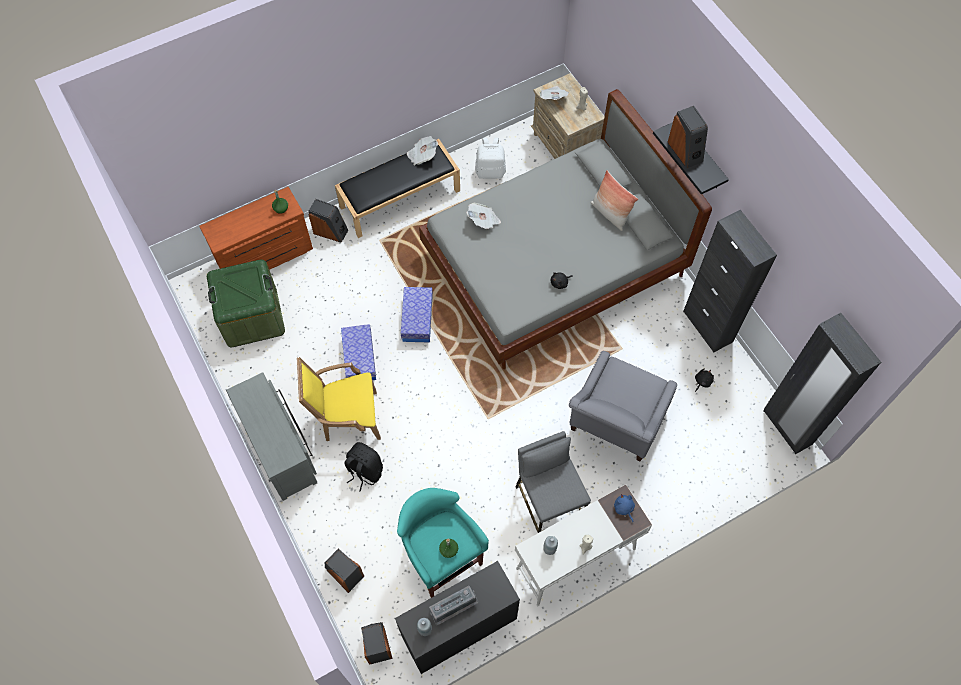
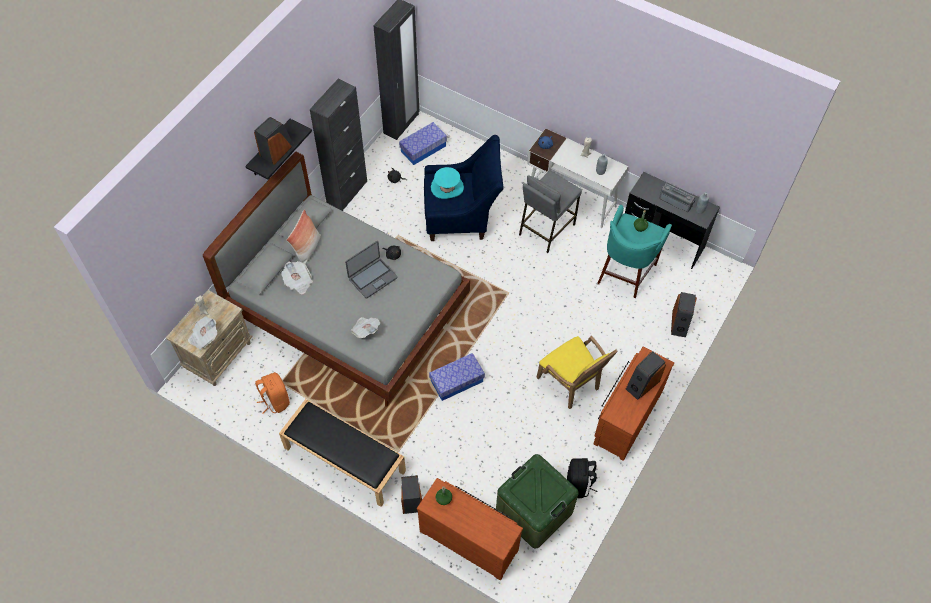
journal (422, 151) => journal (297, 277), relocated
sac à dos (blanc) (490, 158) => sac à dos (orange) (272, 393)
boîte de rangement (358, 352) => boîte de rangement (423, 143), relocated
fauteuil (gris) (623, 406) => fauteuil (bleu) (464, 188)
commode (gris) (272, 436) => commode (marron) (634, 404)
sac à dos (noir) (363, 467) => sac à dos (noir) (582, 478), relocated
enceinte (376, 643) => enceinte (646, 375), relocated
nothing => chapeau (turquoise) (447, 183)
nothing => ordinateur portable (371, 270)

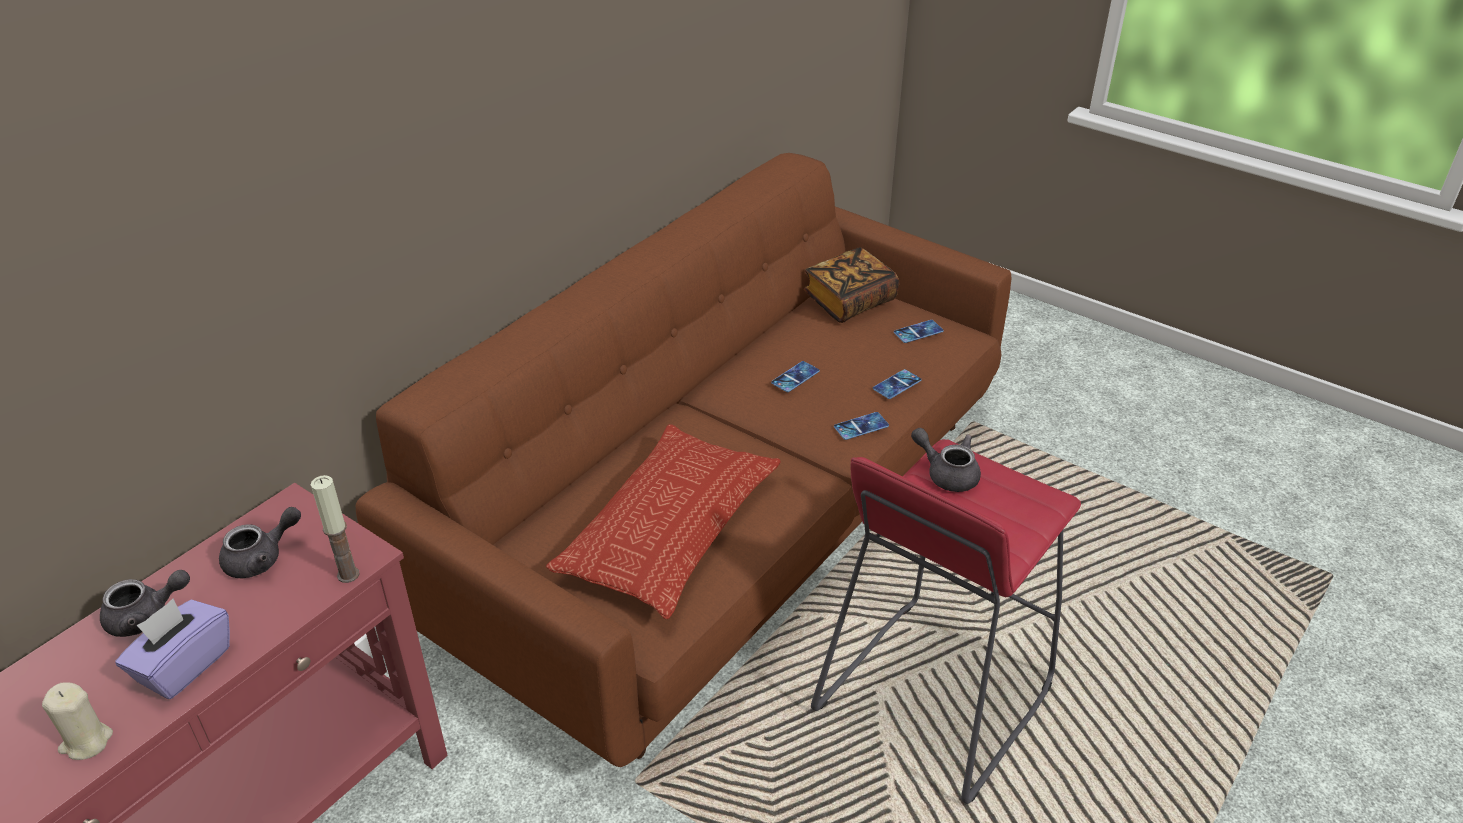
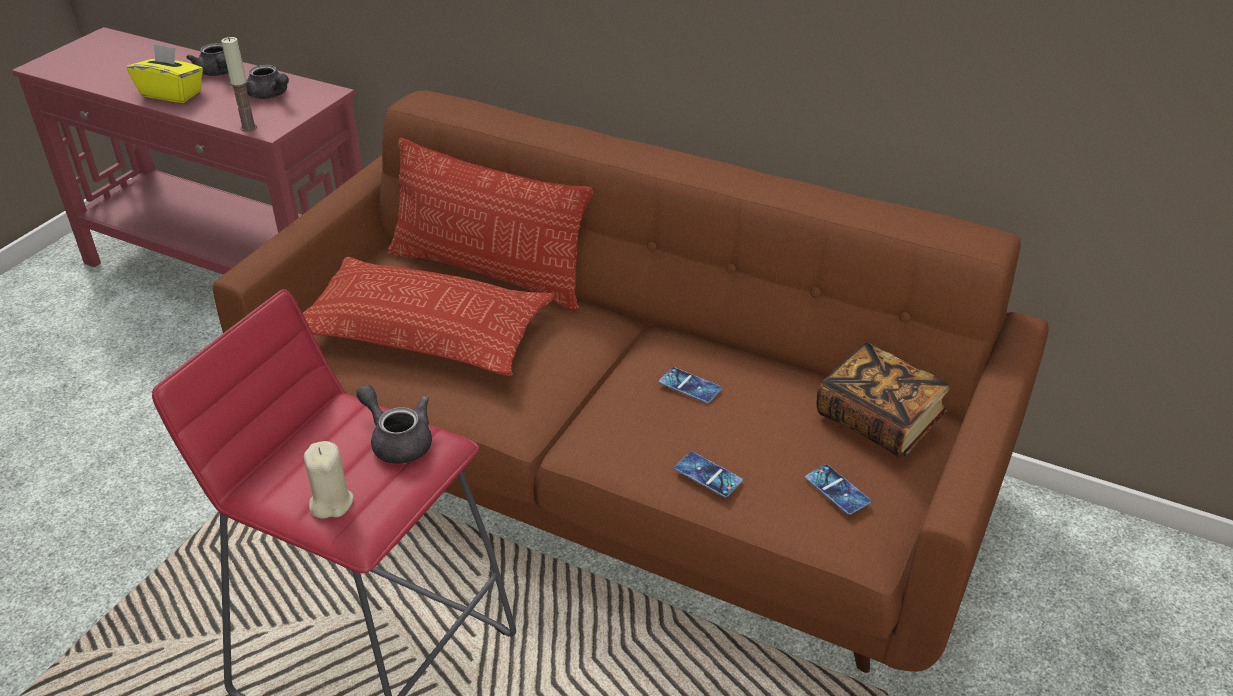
téléphone (861, 426) => nothing
théière (gris) (946, 460) => théière (gris) (394, 424), 75 degrees counterclockwise
boîte à mouchoirs (violet) (172, 649) => boîte à mouchoirs (jaune) (165, 73)
bougie (beige) (77, 721) => bougie (beige) (329, 480), relocated
nothing => coussin (490, 224)

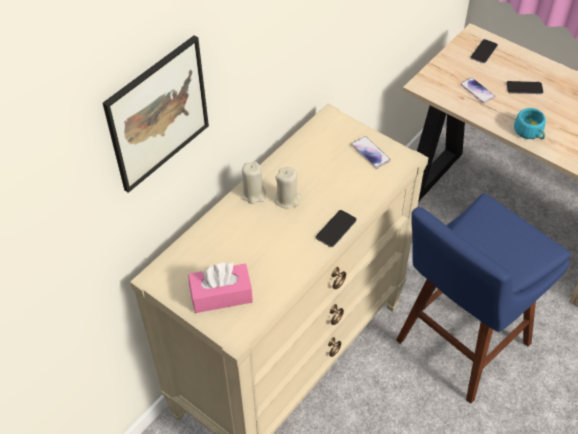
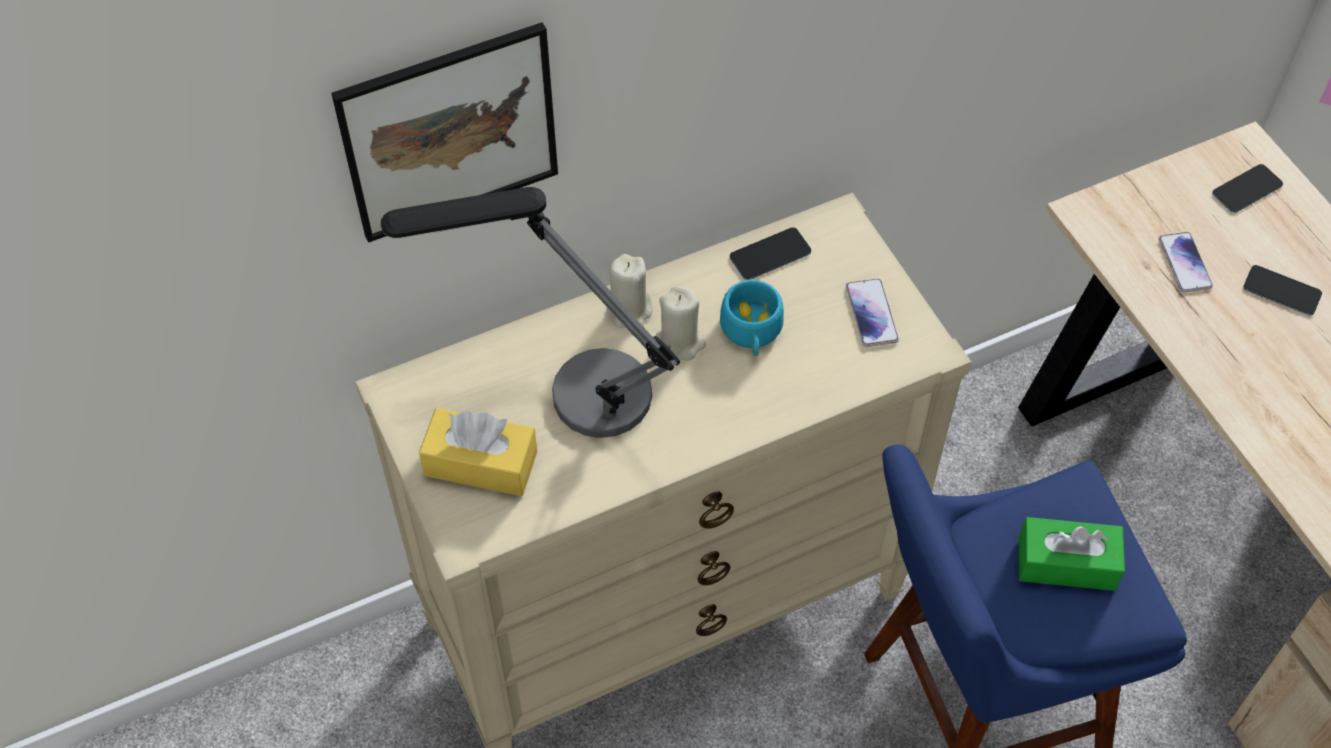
tasse (turquoise) (530, 124) => tasse (turquoise) (752, 318), relocated
téléphone (336, 228) => téléphone (770, 253), relocated
boîte à mouchoirs (rose) (220, 288) => boîte à mouchoirs (jaune) (478, 452)
nothing => lampe de table (530, 312)
nothing => boîte à mouchoirs (vert) (1072, 554)

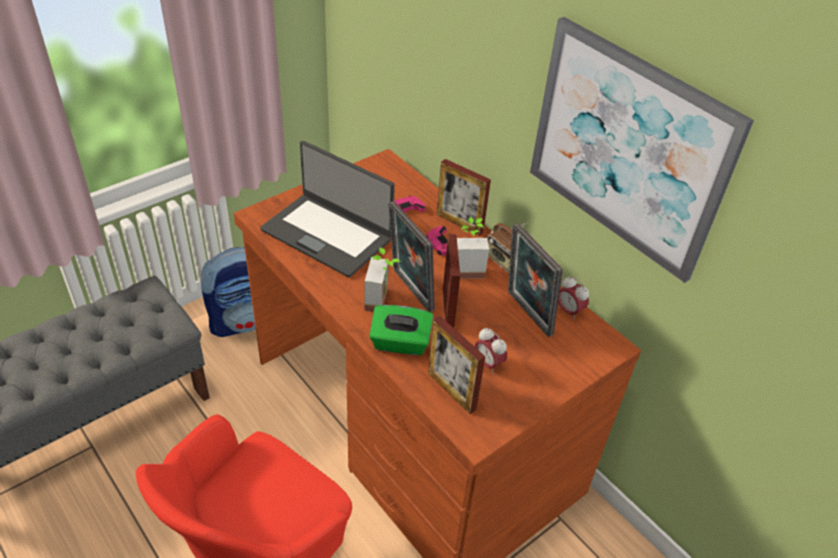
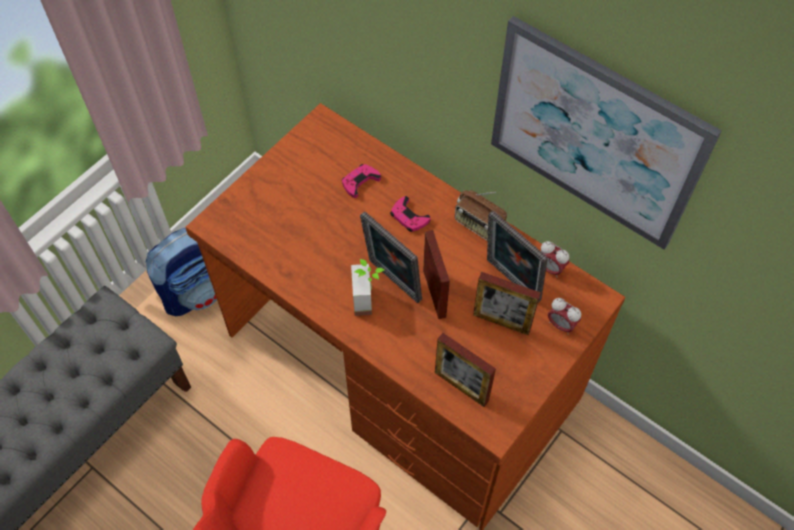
ordinateur portable (327, 209) => nothing
cadre photo (464, 197) => cadre photo (507, 303), relocated
plante en pot (473, 248) => nothing
boîte à mouchoirs (vert) (401, 330) => nothing
réveil (491, 351) => réveil (564, 316), relocated

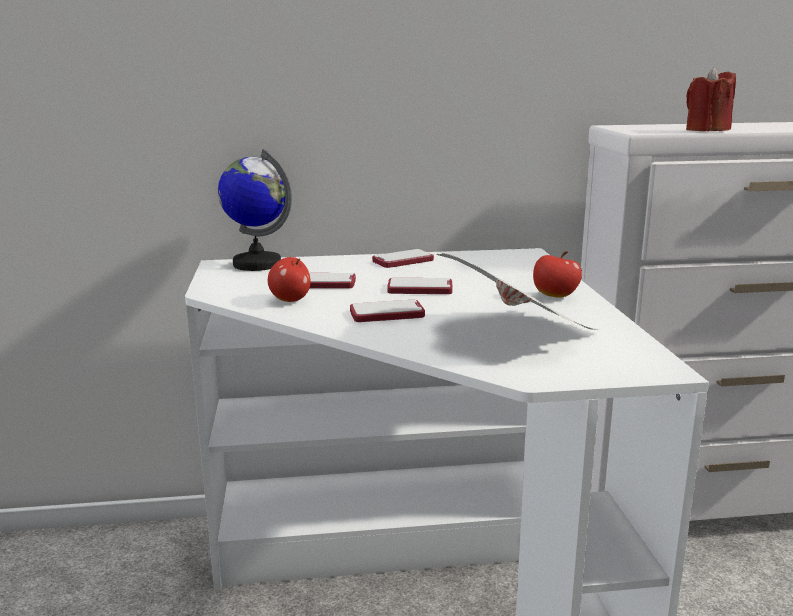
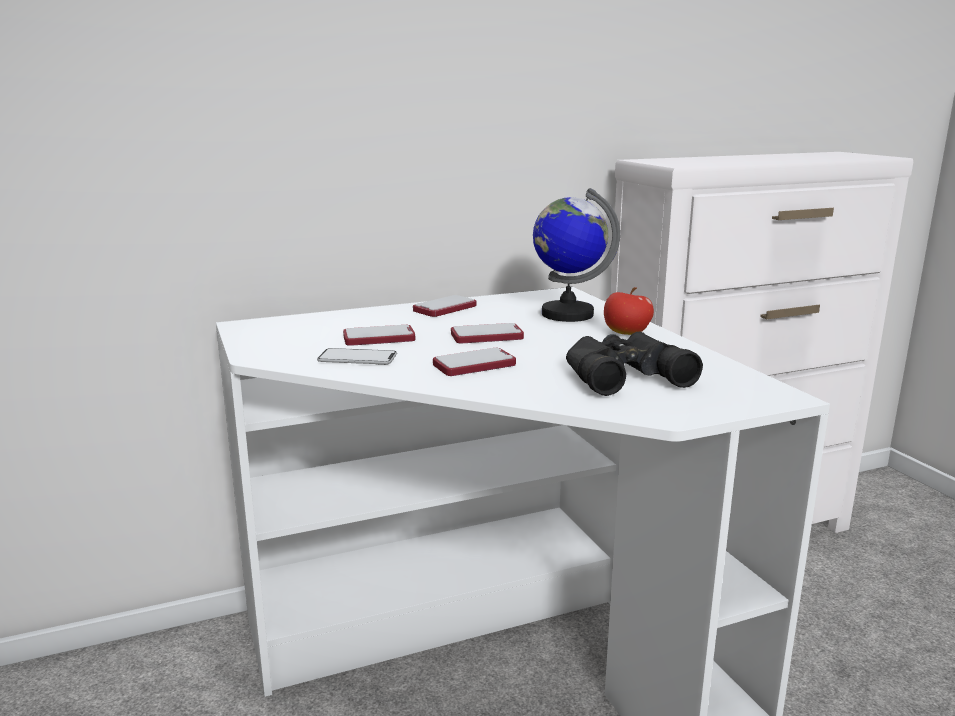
bougie (rouge) (711, 99) => nothing
globe (255, 210) => globe (576, 255), relocated
journal (518, 291) => jumelles (noir) (634, 363)
pomme (289, 279) => téléphone (357, 356)

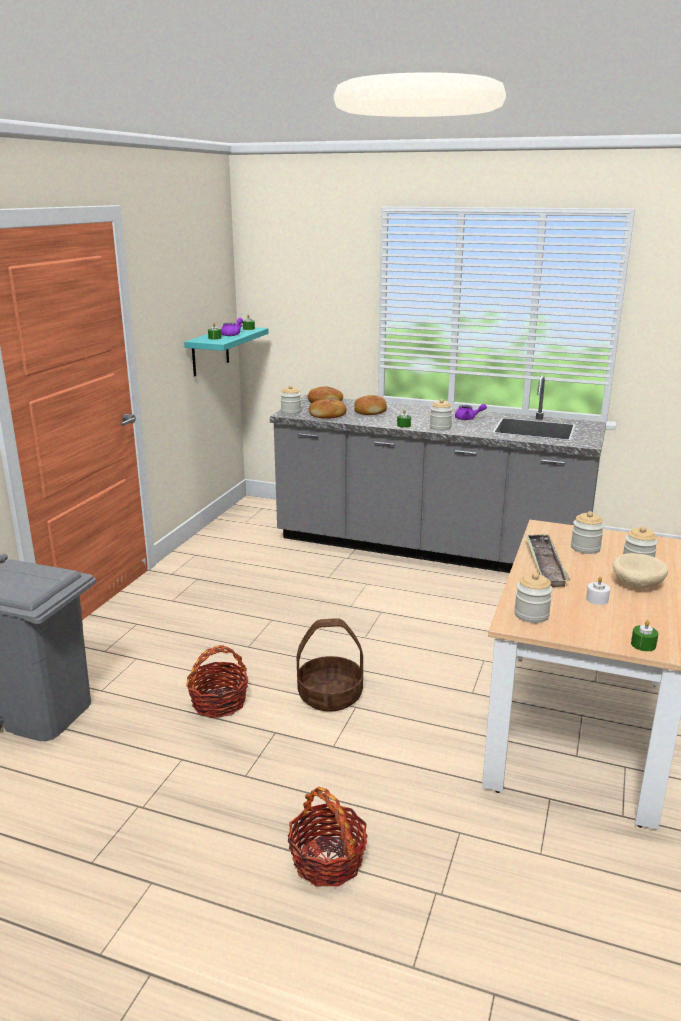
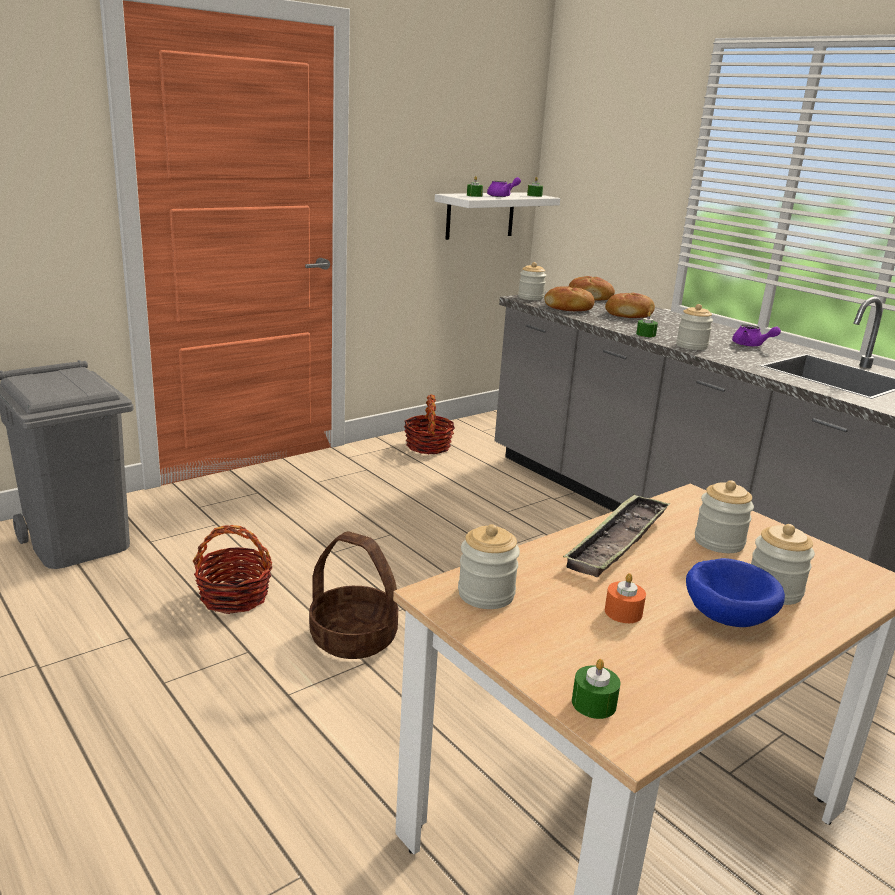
étagère (turquoise) (226, 351) => étagère (blanc) (497, 216)
bol (beige) (640, 571) => bol (bleu) (735, 592)
bougie (blanc) (598, 591) => bougie (orange) (625, 598)
panier (328, 837) => panier (429, 424), relocated

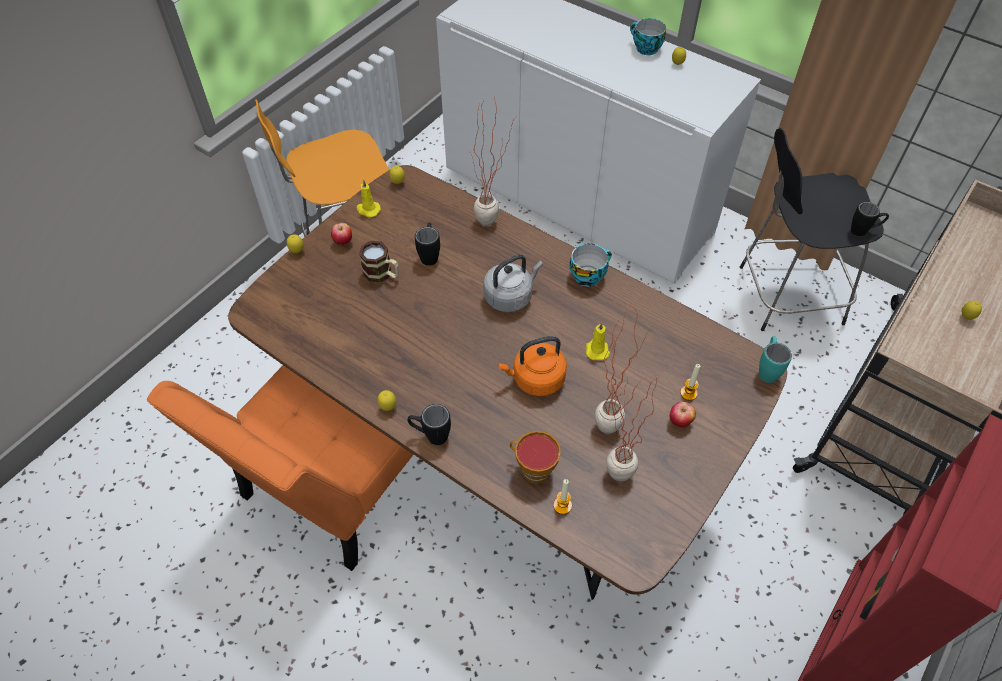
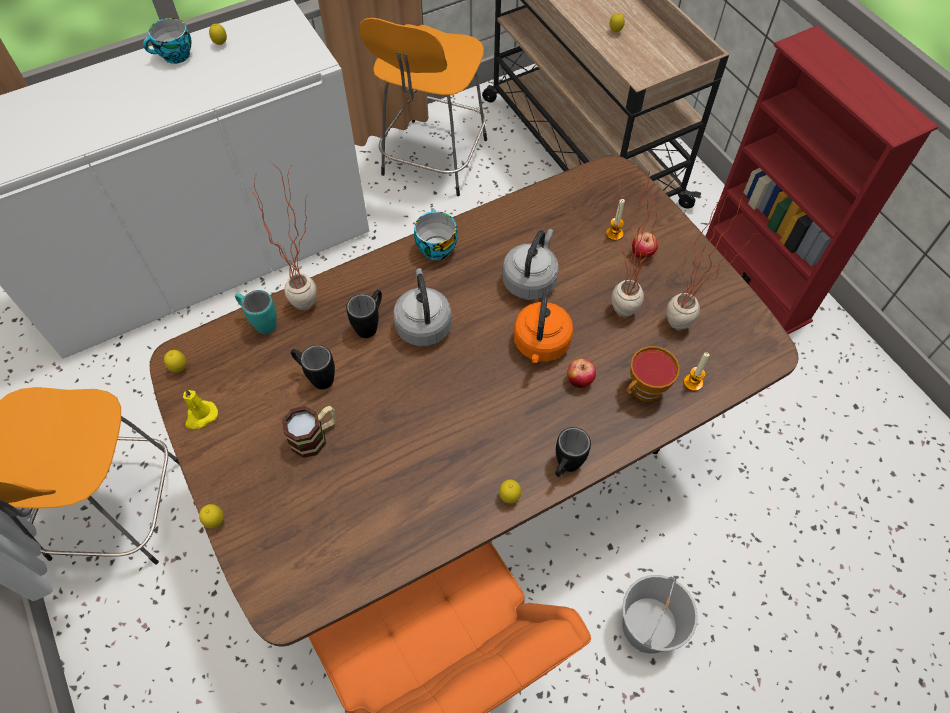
tabouret (noir) (812, 229) => tabouret (orange) (423, 107)
mug (noir) (870, 219) => mug (noir) (364, 314), relocated
pomme (341, 234) => pomme (581, 373), relocated
bougie (jaune) (598, 341) => bouilloire (gris) (530, 264)
mug (turquoise) (775, 359) => mug (turquoise) (256, 312), relocated
nothing => seau (blanc) (660, 614)

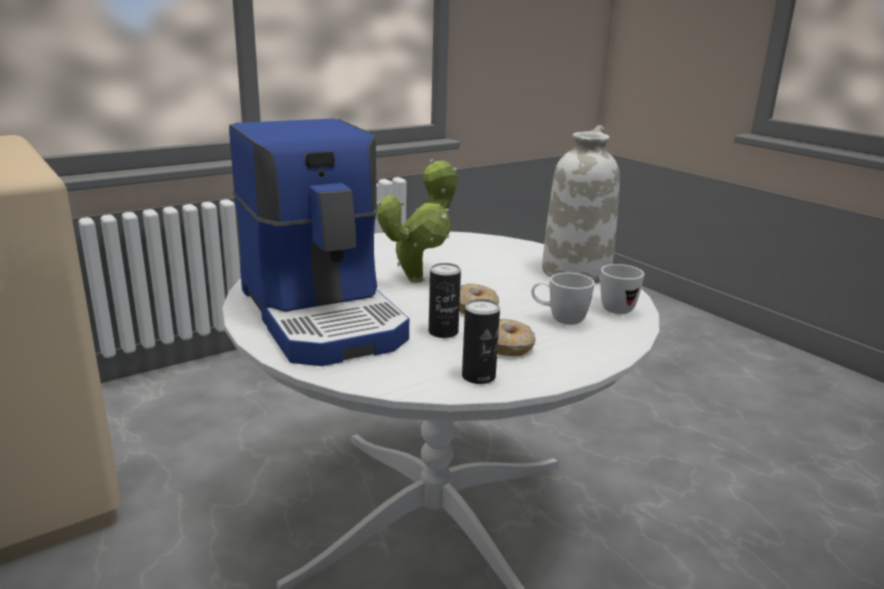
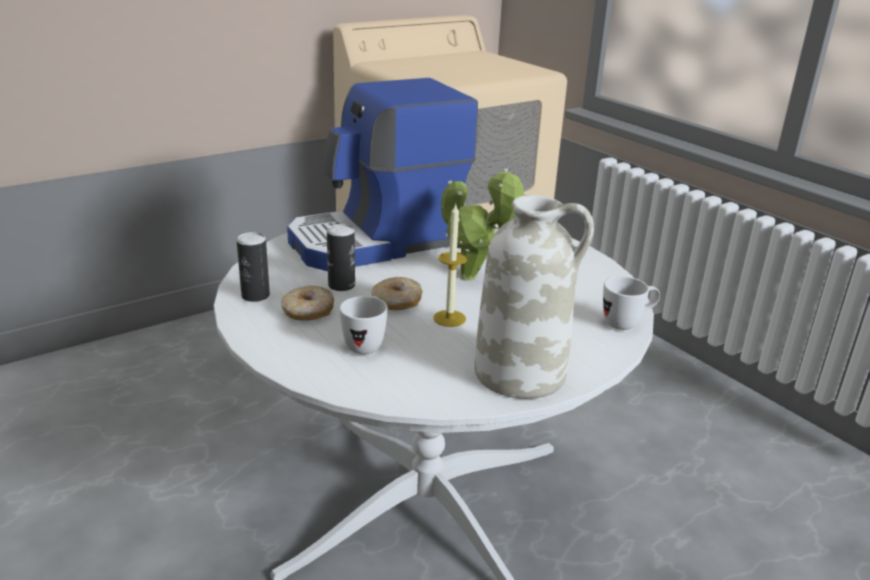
mug (blanc) (621, 289) => mug (blanc) (631, 303), relocated
nothing => bougie (450, 265)

